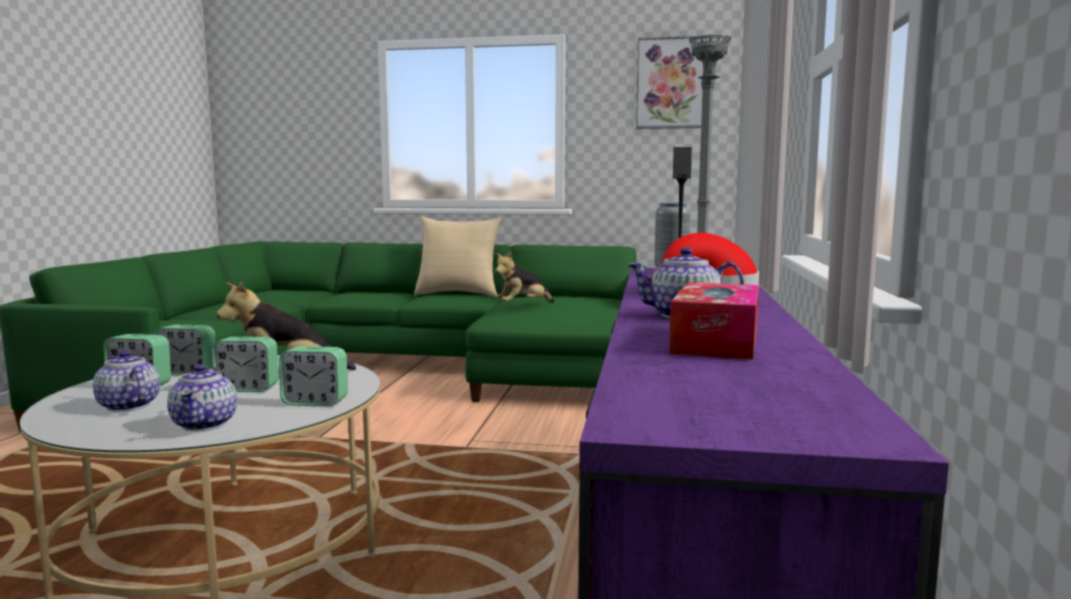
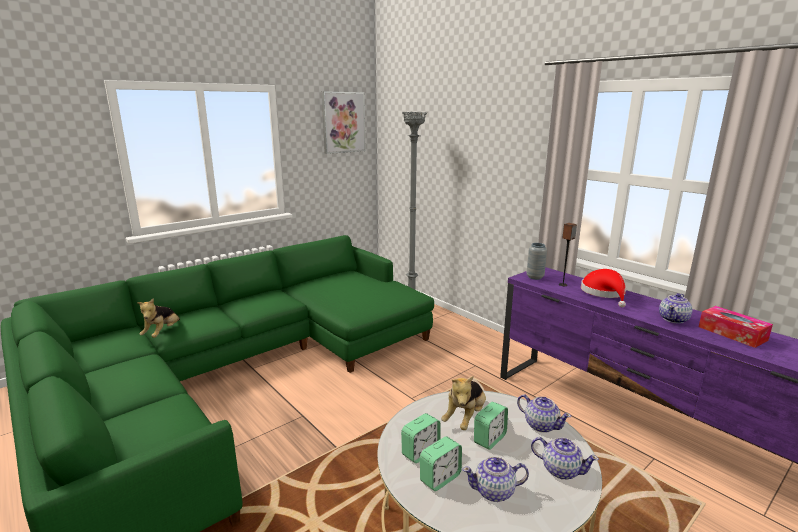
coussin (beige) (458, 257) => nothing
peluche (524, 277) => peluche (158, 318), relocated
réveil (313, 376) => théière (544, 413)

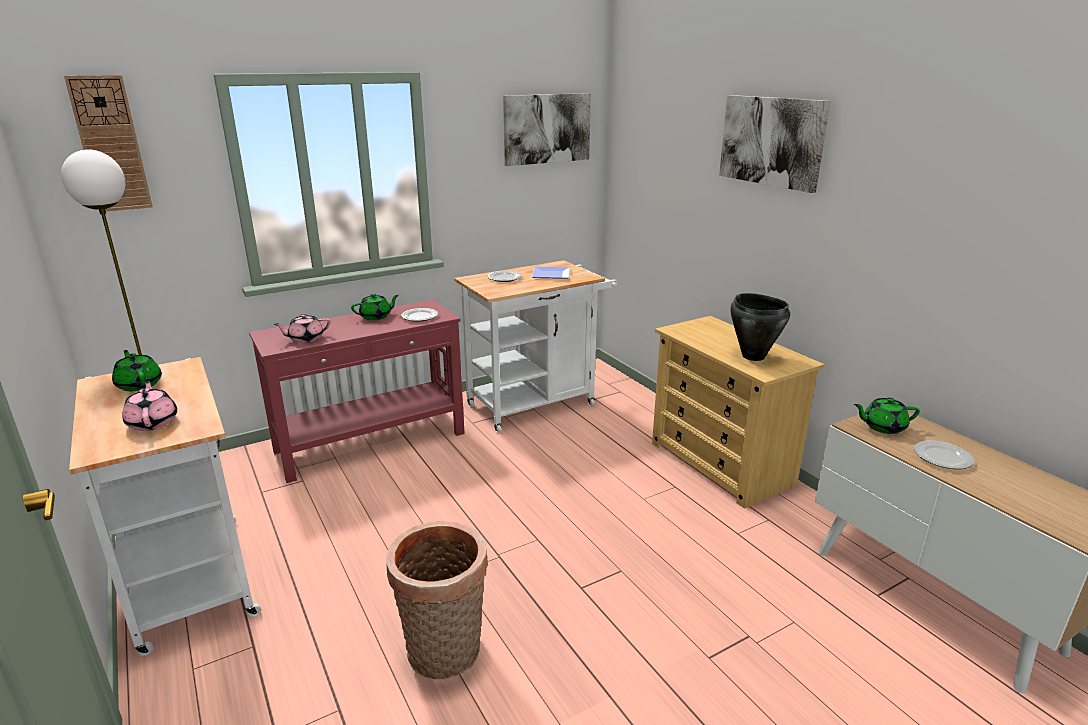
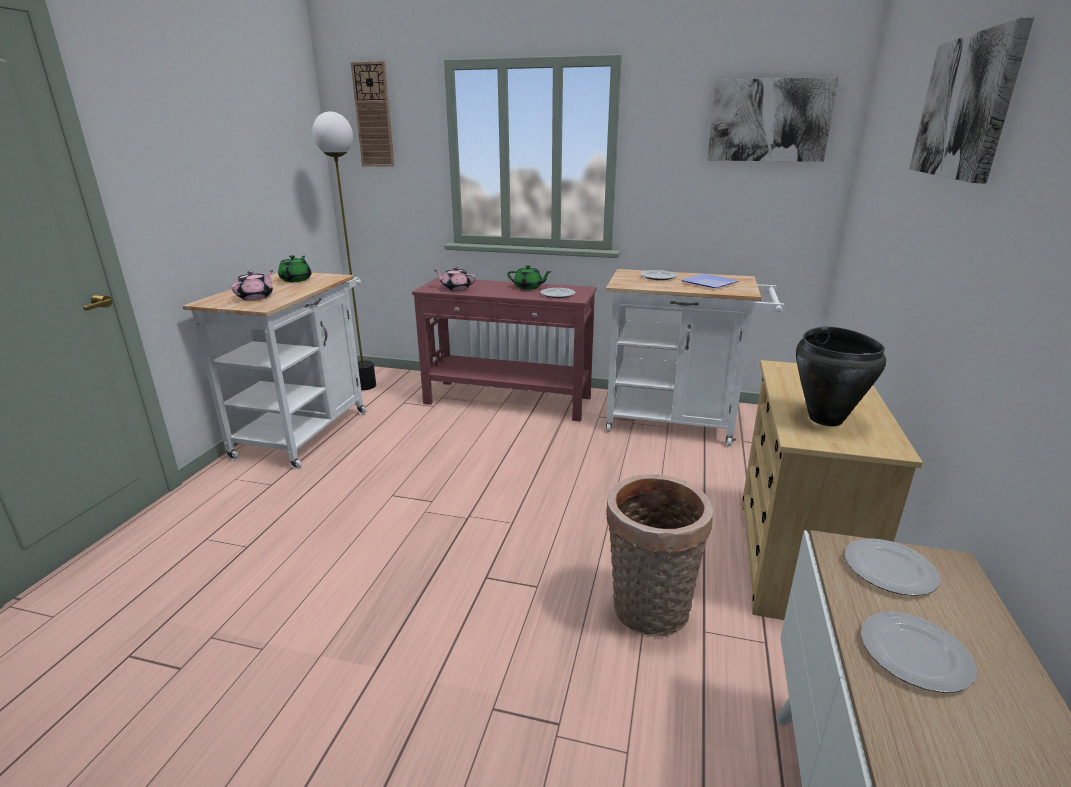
théière (vert) (887, 416) => assiette (893, 567)
panier (437, 600) => panier (659, 555), relocated

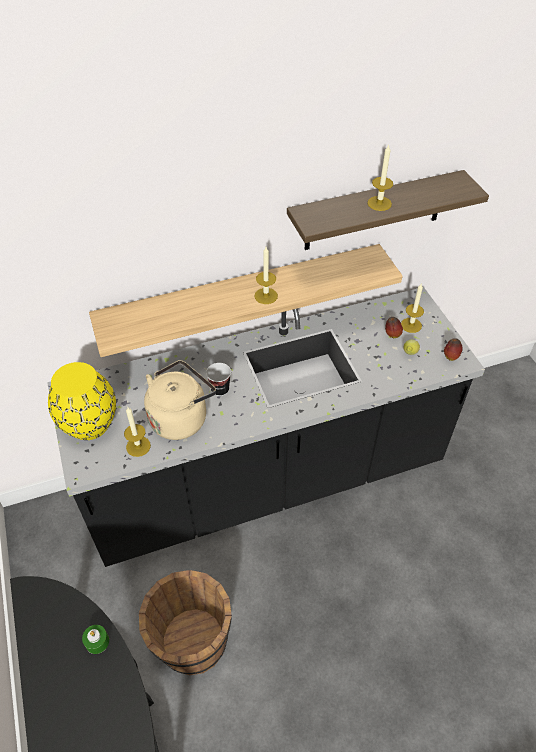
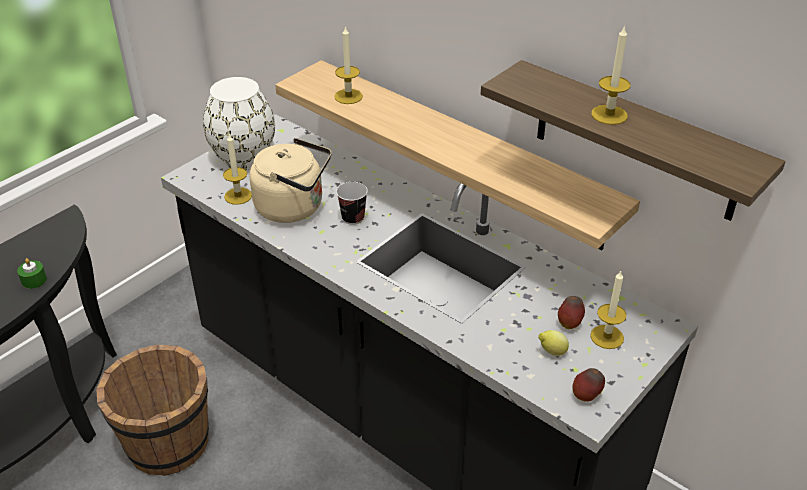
bougie (266, 275) => bougie (348, 65), relocated
vase (jaune) (82, 401) => vase (blanc) (239, 123)

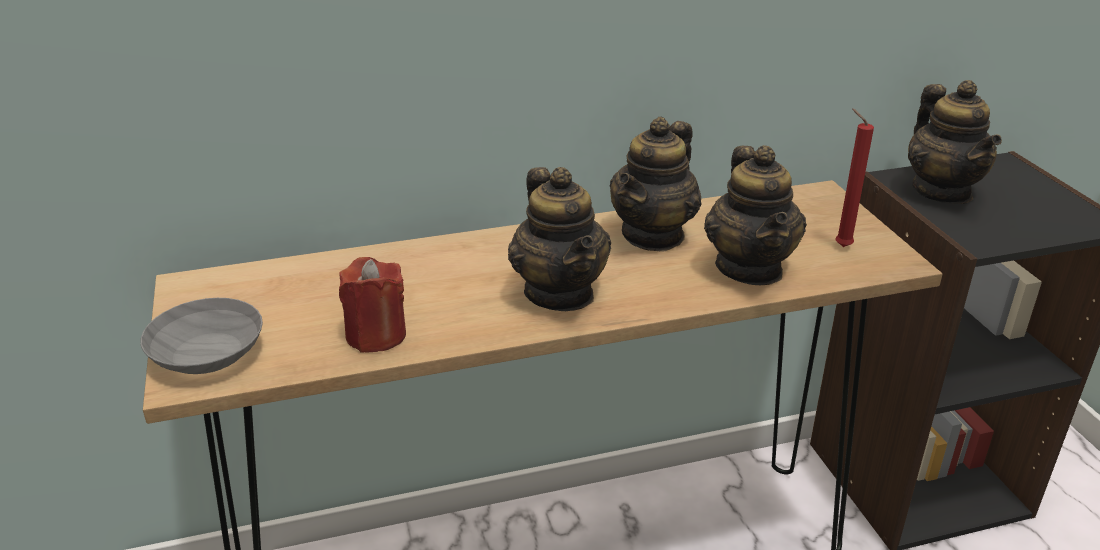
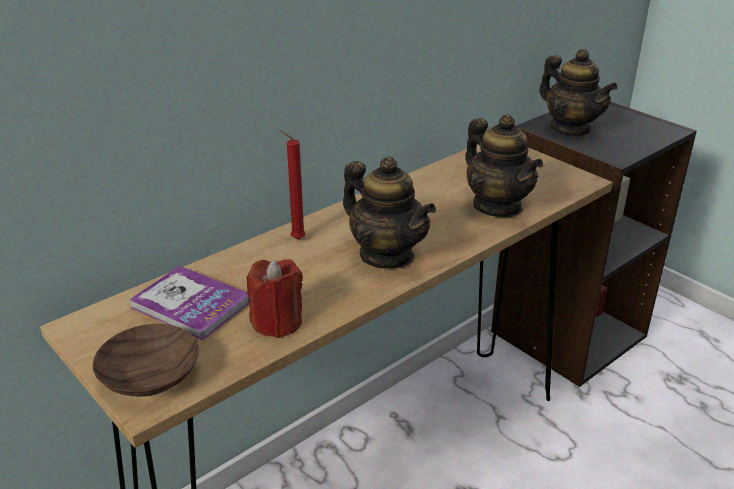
bougie (rouge) (854, 177) => bougie (rouge) (292, 185), relocated
théière (656, 184) => nothing
bol (gris) (202, 336) => bol (marron) (145, 360)
nothing => livre (189, 303)

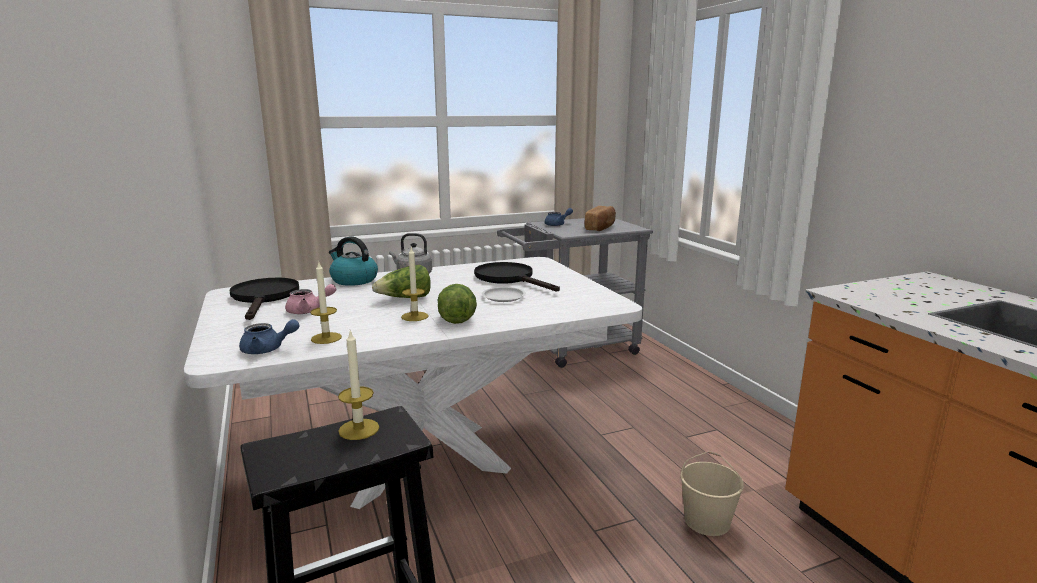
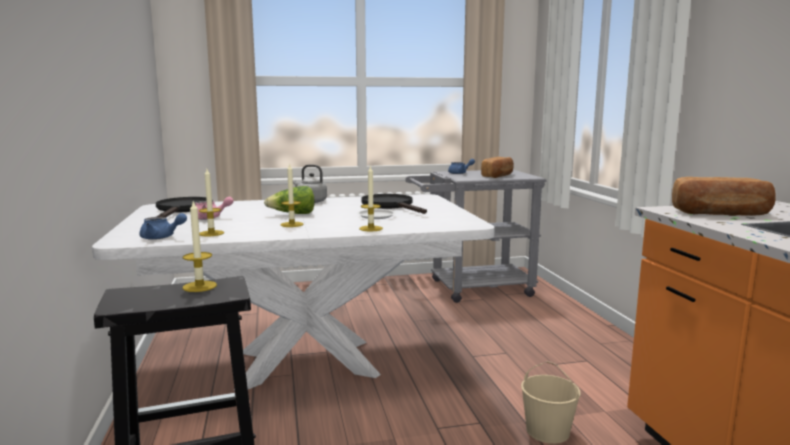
bouilloire (353, 261) => nothing
laitue (457, 304) => nothing
nothing => bougie (371, 198)
nothing => pain (724, 196)

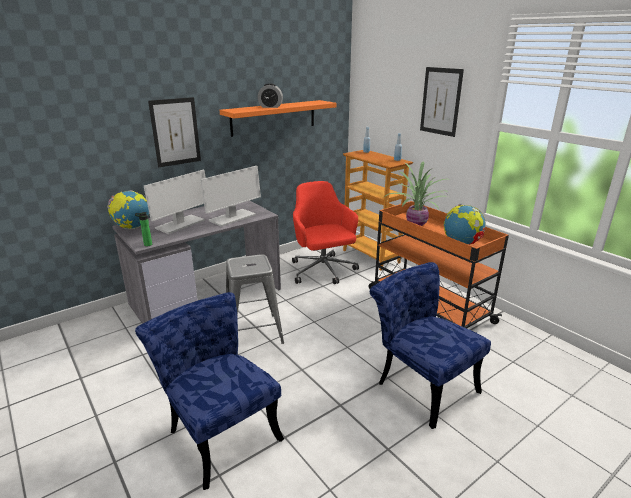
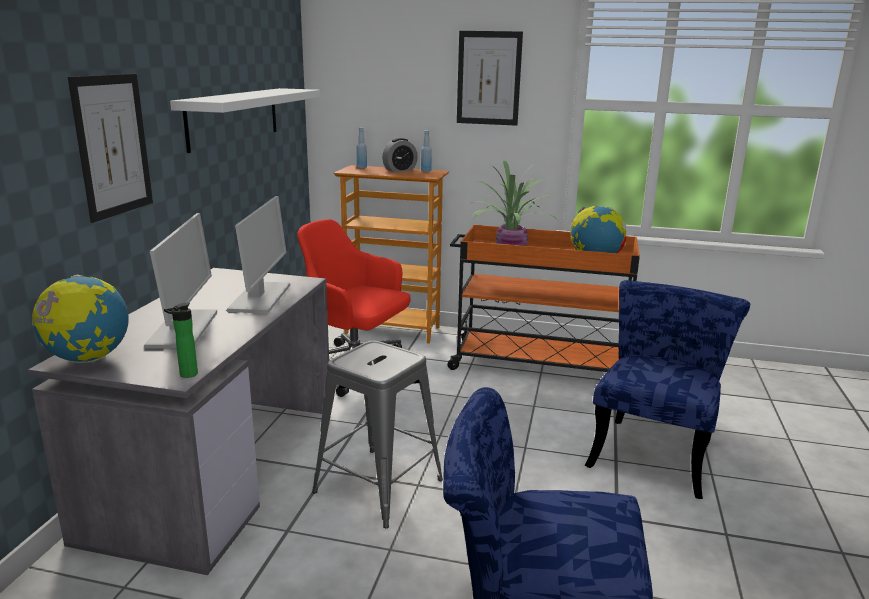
réveil (270, 95) => réveil (400, 155), relocated
étagère (orange) (278, 118) => étagère (blanc) (245, 120)
chaise (bleu) (430, 345) => chaise (bleu) (667, 389), 105 degrees clockwise

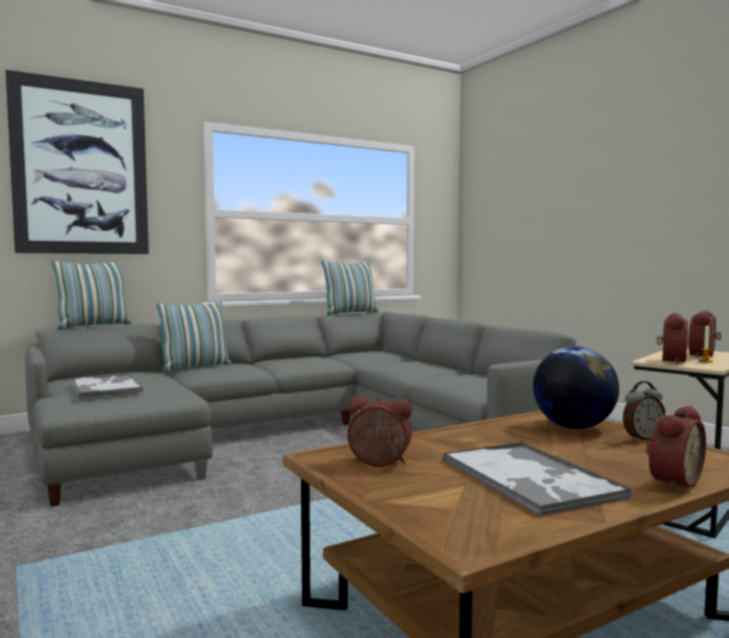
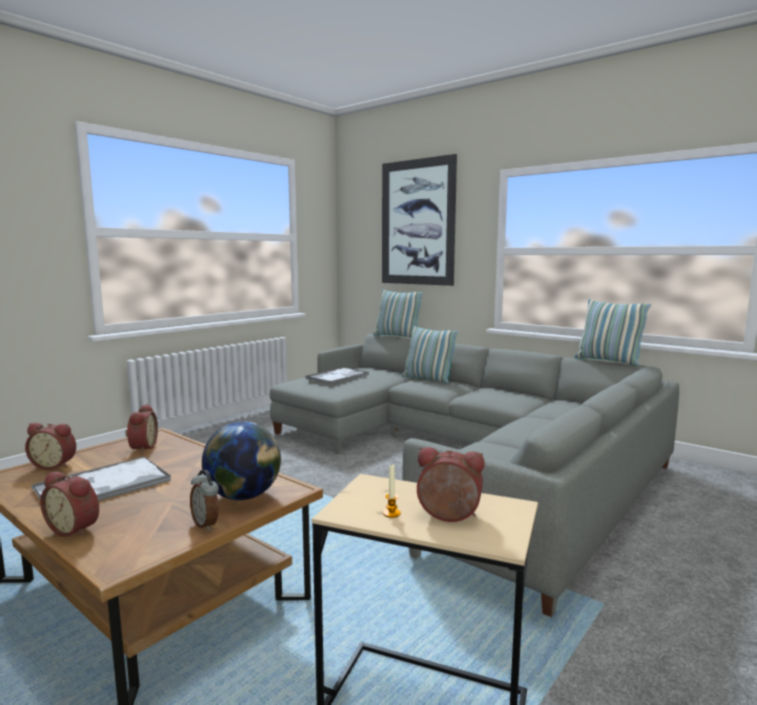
réveil (672, 338) => réveil (50, 446), relocated

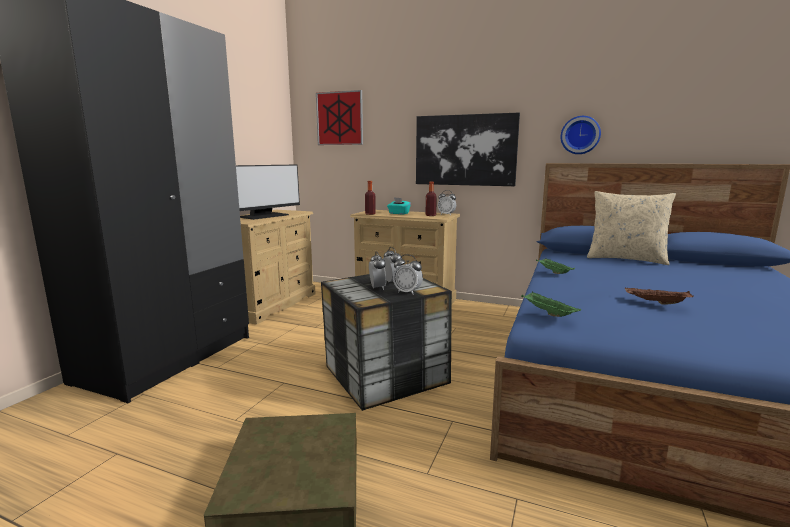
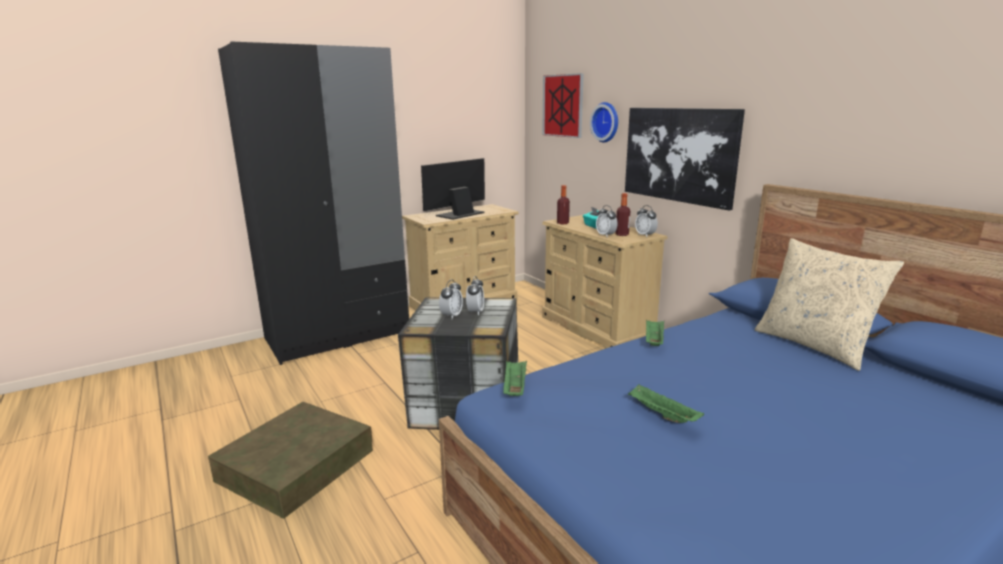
horloge murale (581, 135) => horloge murale (604, 122), relocated
écran d'ordinateur (268, 192) => écran d'ordinateur (453, 189), 150 degrees clockwise
réveil (408, 275) => réveil (607, 220), relocated
plateau (marron) (659, 296) => plateau (vert) (666, 404)

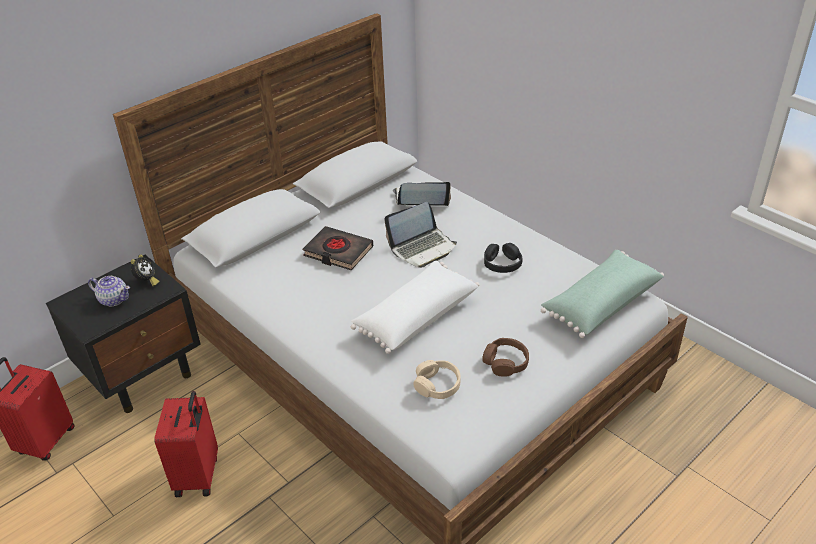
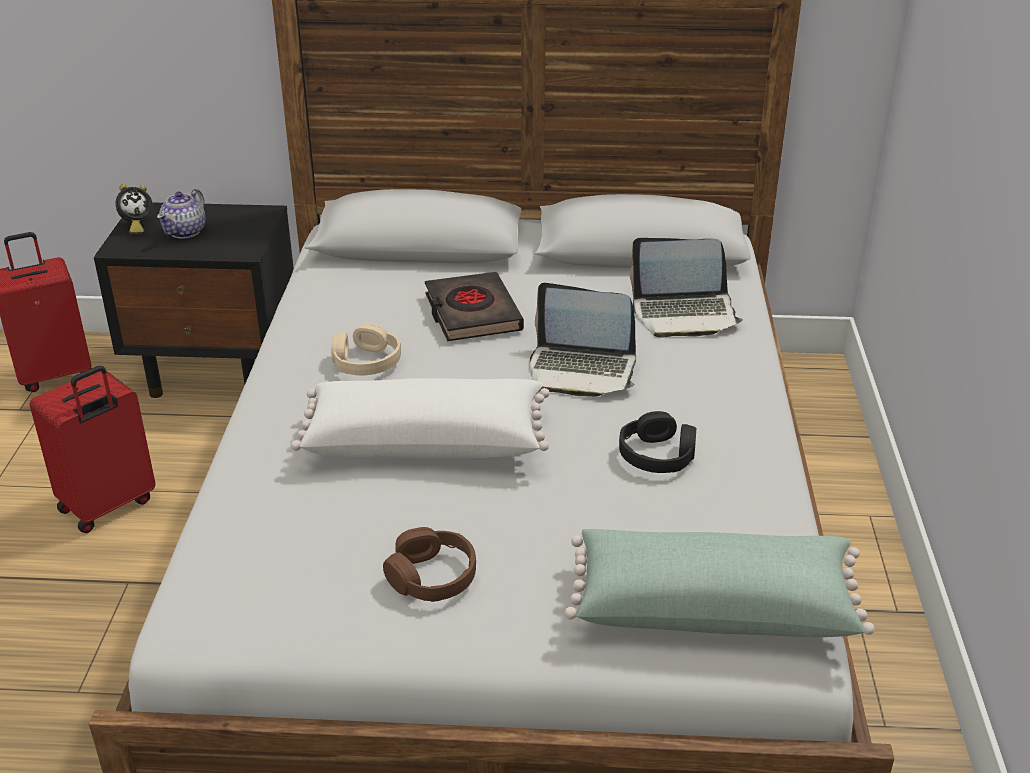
ordinateur portable (422, 194) => ordinateur portable (686, 288), 135 degrees clockwise
réveil (144, 270) => réveil (134, 209), relocated
théière (109, 291) => théière (181, 213), 45 degrees clockwise
casque audio (beige) (437, 379) => casque audio (beige) (366, 349), relocated

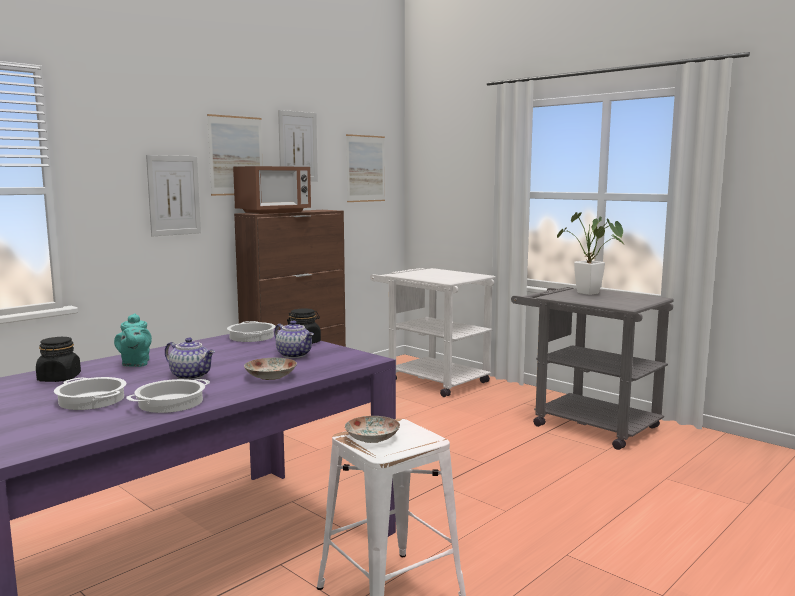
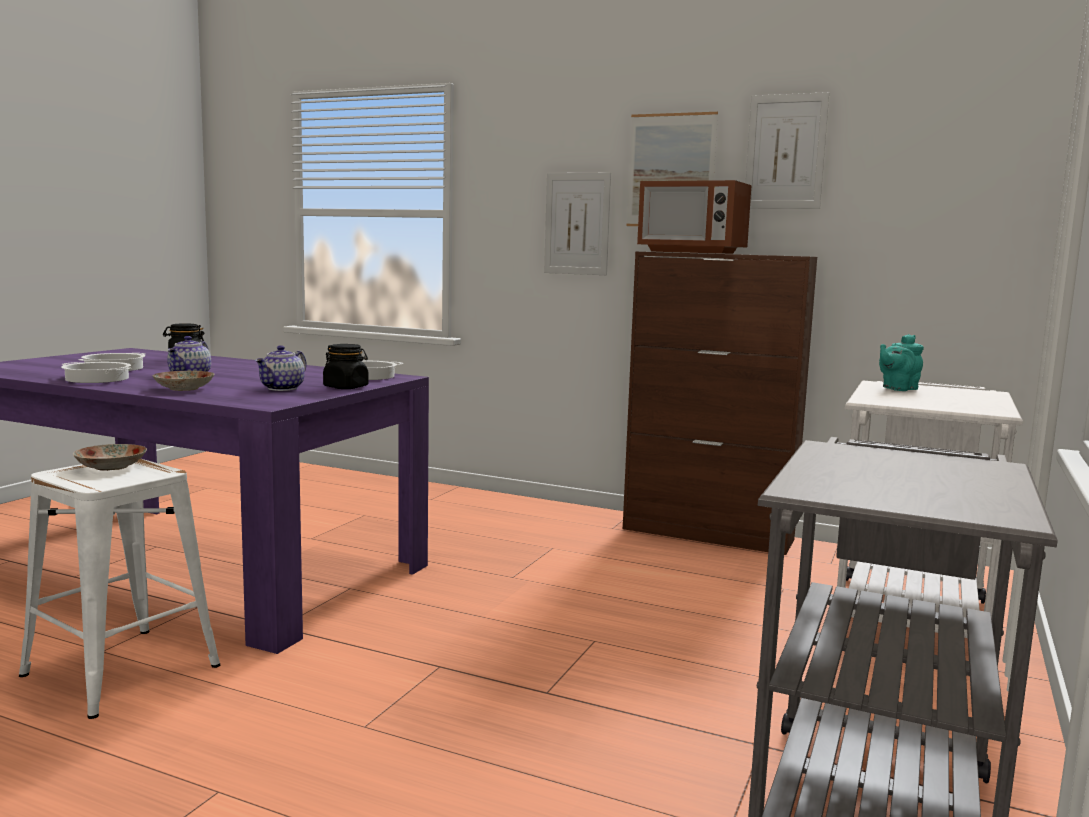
tableau (365, 168) => nothing
plante en pot (591, 253) => nothing
théière (turquoise) (133, 340) => théière (turquoise) (901, 362), relocated

